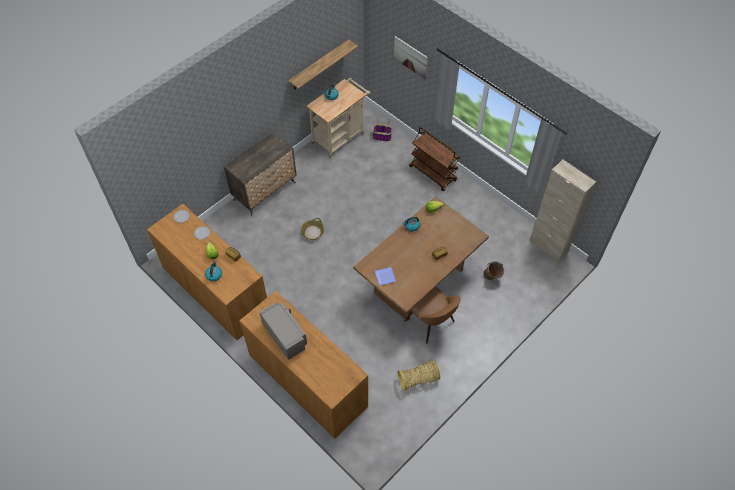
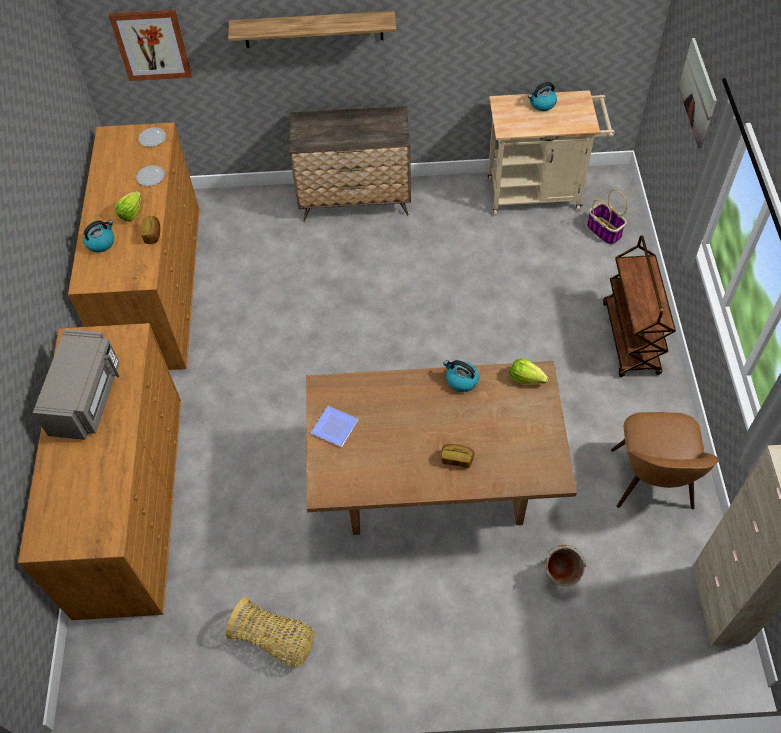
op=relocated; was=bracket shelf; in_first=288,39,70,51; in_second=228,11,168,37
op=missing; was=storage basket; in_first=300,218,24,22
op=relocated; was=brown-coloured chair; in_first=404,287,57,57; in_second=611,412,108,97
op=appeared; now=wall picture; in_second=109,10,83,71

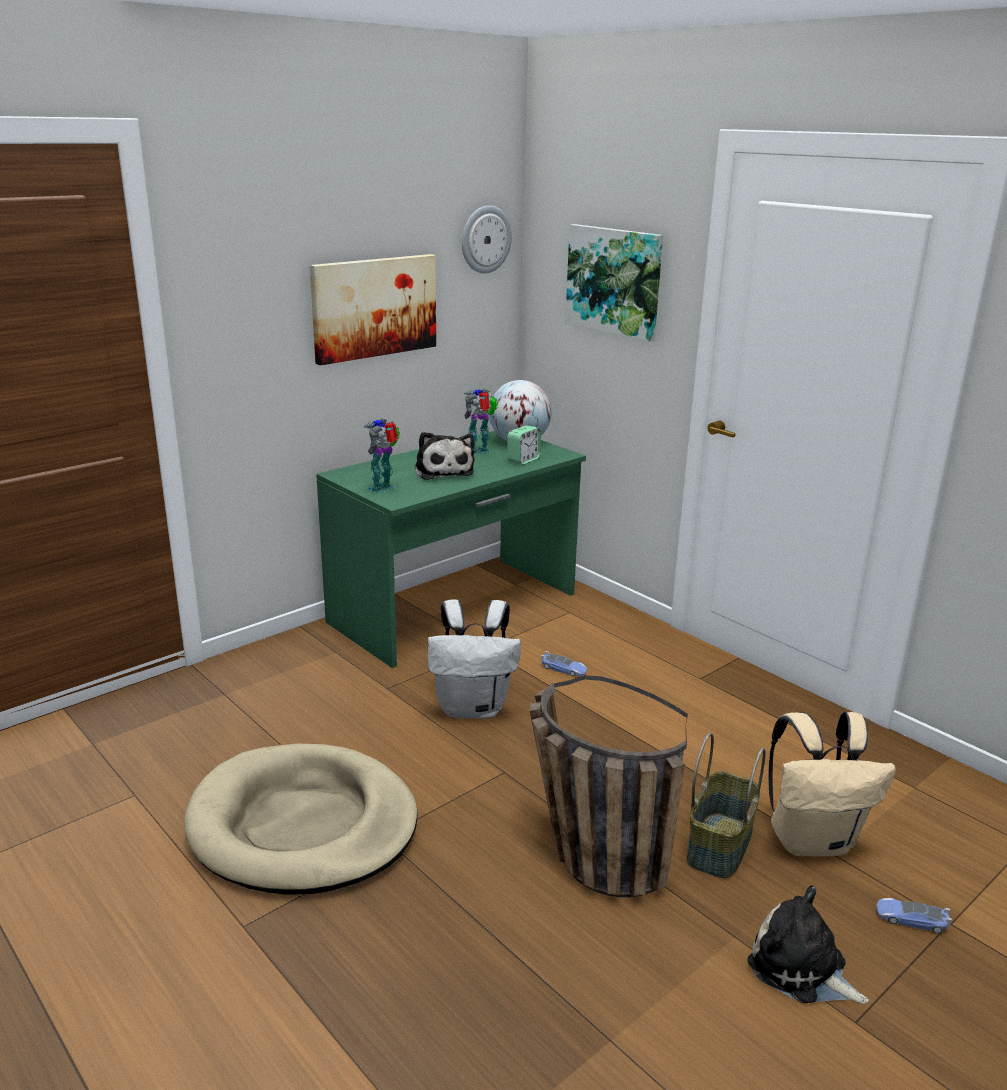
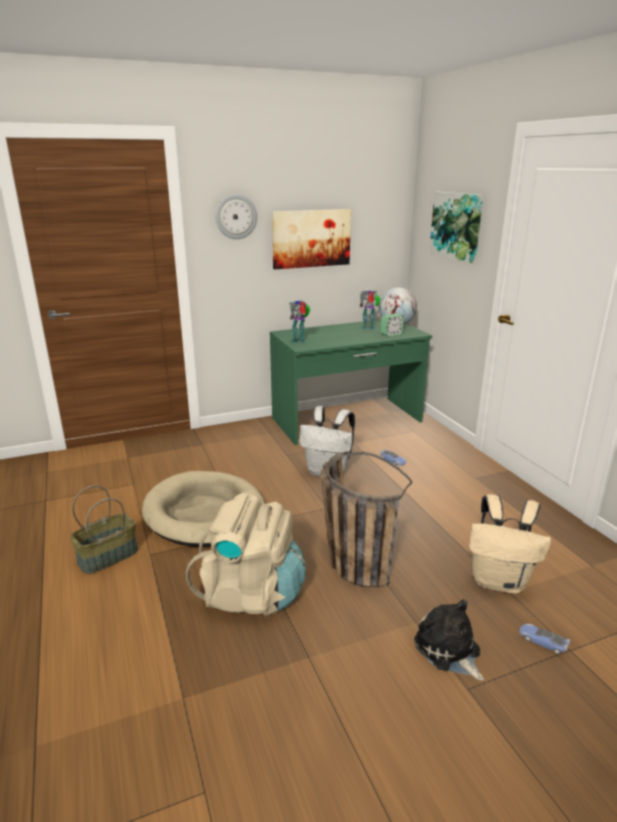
op=relocated; was=hanging clock; in_first=462,205,50,68; in_second=215,194,42,45
op=missing; was=cuddly toy; in_first=415,432,59,48
op=relocated; was=storage basket; in_first=687,733,79,145; in_second=70,485,68,89
op=appeared; now=beige knapsack; in_second=186,492,120,124

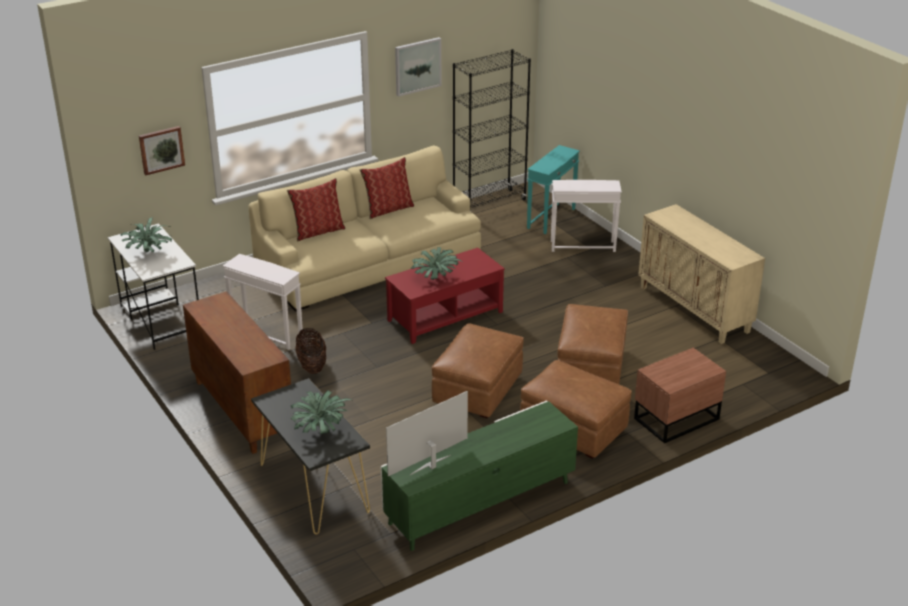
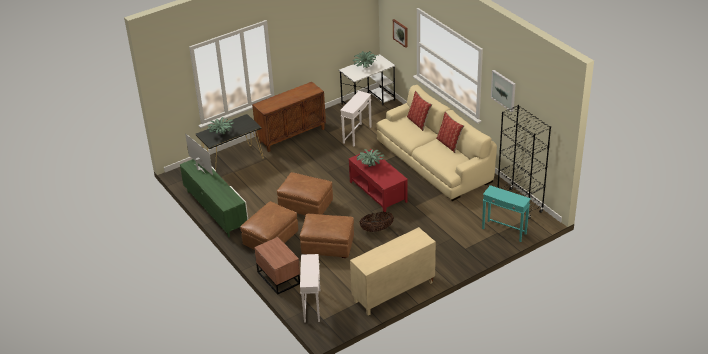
op=relocated; was=white-coloured end table; in_first=551,180,71,72; in_second=300,254,20,69
op=relocated; was=storage basket; in_first=296,328,30,46; in_second=359,211,35,21

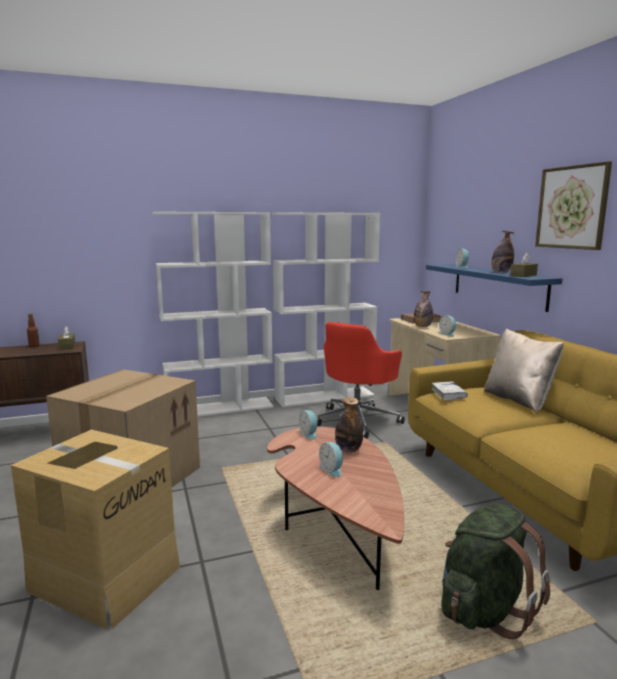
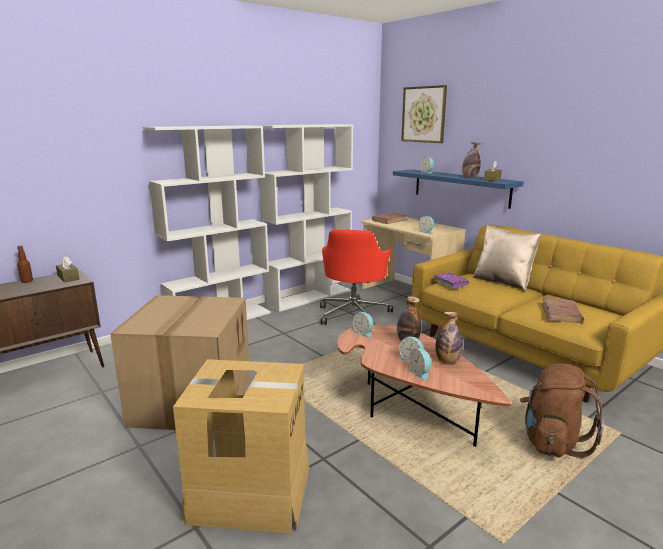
op=relocated; was=wall picture; in_first=535,161,77,89; in_second=401,85,46,58
op=relocated; was=beverage bottle; in_first=414,291,19,36; in_second=435,312,28,52
op=colour; was=white-coloured bound book; now=purple-coloured bound book; in_first=431,381,37,19; in_second=434,272,35,17
op=colour; was=greenish knapsack; now=brown-coloured knapsack; in_first=441,504,109,135; in_second=520,363,84,95
op=appeared; now=brown-coloured bound book; in_second=542,298,42,25
op=appeared; now=alarm clock; in_second=409,348,23,32

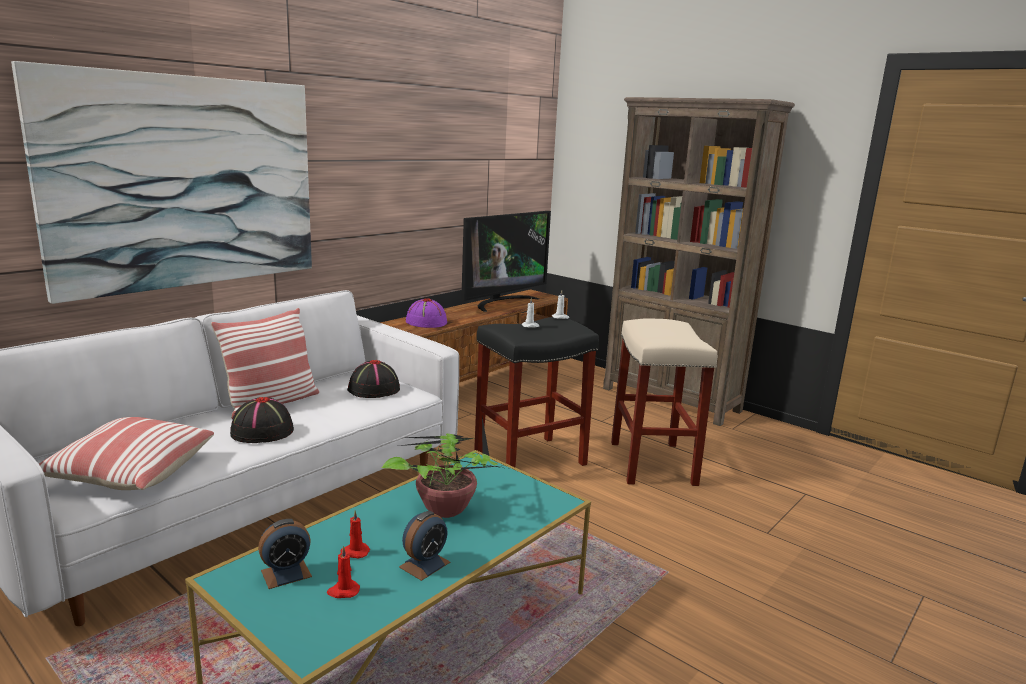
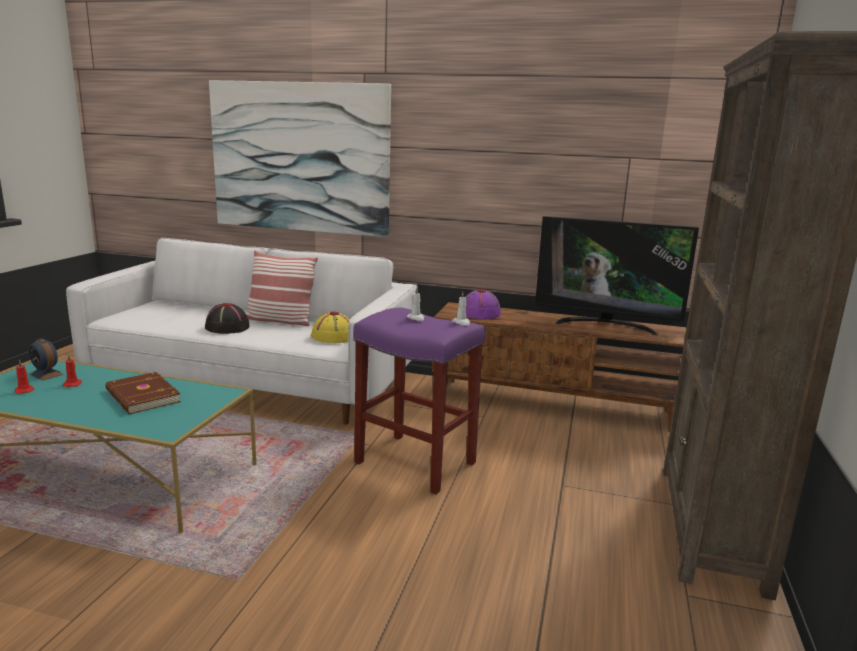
op=colour; was=black stool seat; now=purple-coloured stool seat; in_first=474,317,125,150; in_second=353,307,133,188
op=missing; was=beige stool seat; in_first=611,318,106,168
op=colour; was=black hat; now=yellowish hat; in_first=347,360,53,38; in_second=311,312,39,31
op=missing; was=pillow; in_first=39,417,175,73
op=exchanged; was=potted plant; now=brown-coloured bound book; in_first=382,417,126,101; in_second=105,372,76,42
op=missing; was=alarm clock; in_first=399,511,51,70

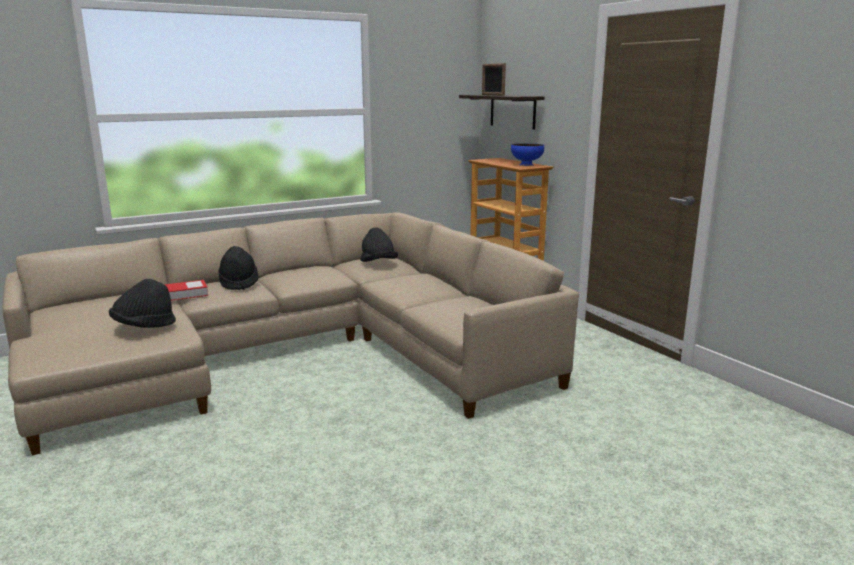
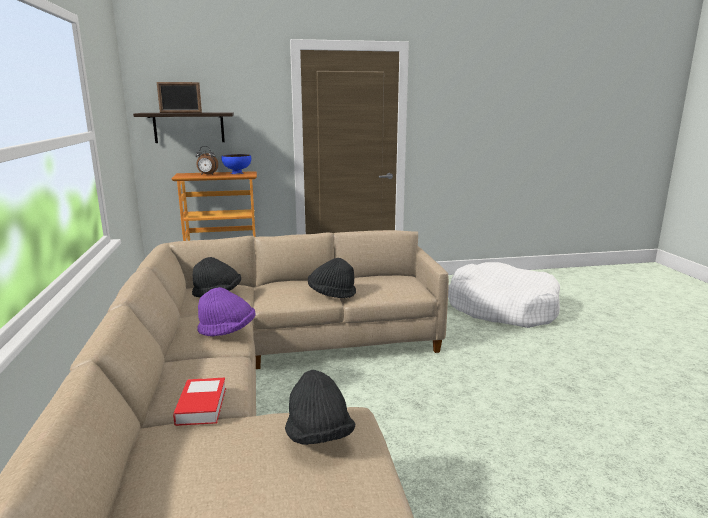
op=relocated; was=black hat; in_first=218,246,41,44; in_second=308,258,48,40
op=appeared; now=alarm clock; in_second=196,146,22,29
op=appeared; now=white-coloured dog bed; in_second=448,262,112,66
op=appeared; now=purple-coloured hat; in_second=197,287,59,49

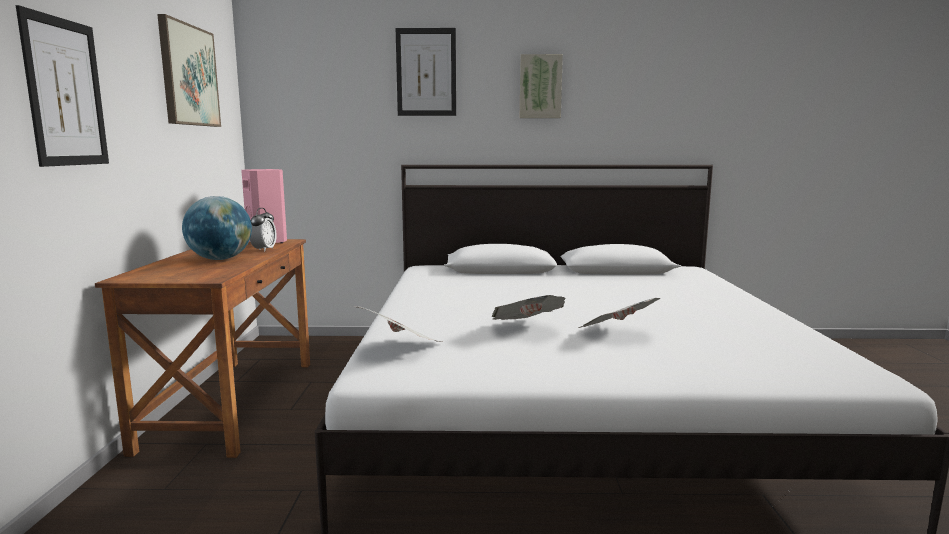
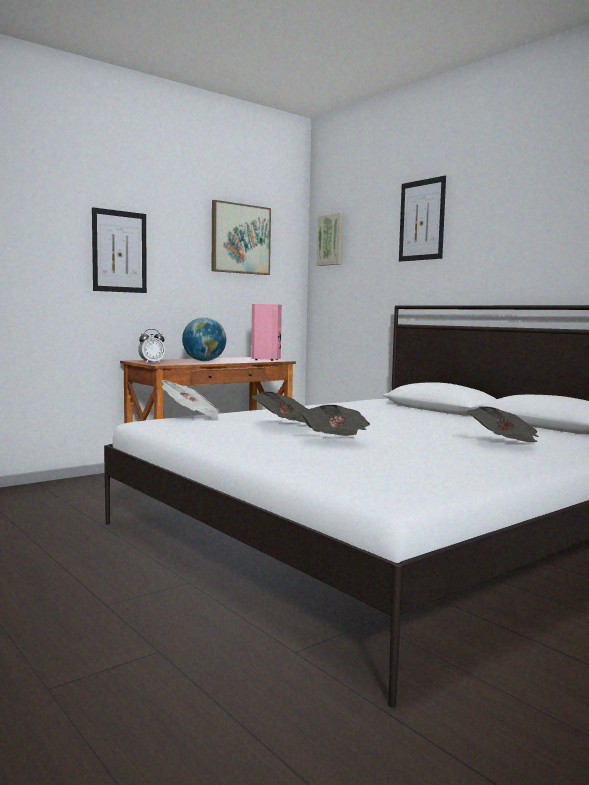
op=relocated; was=wall picture; in_first=520,54,43,64; in_second=317,213,27,53
op=relocated; was=alarm clock; in_first=250,208,27,44; in_second=138,329,27,35
op=appeared; now=printed paper; in_second=467,406,72,36

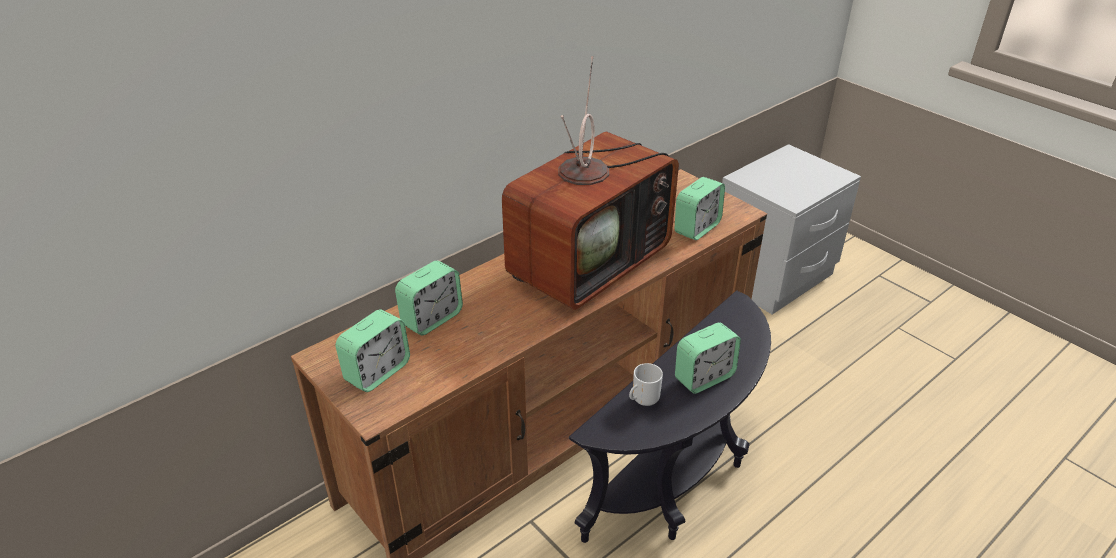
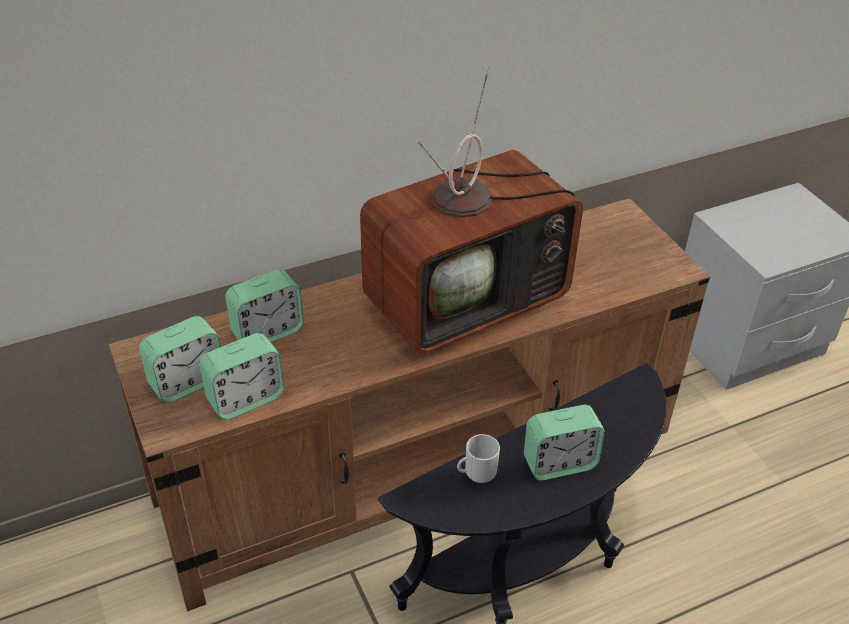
op=relocated; was=alarm clock; in_first=674,177,51,63; in_second=199,333,86,87

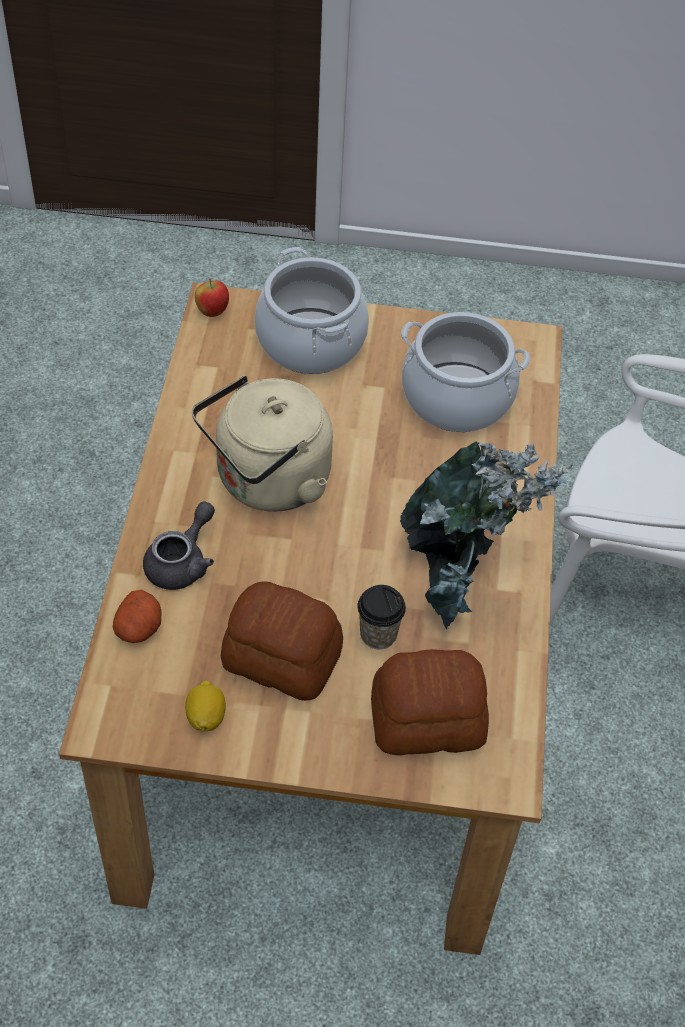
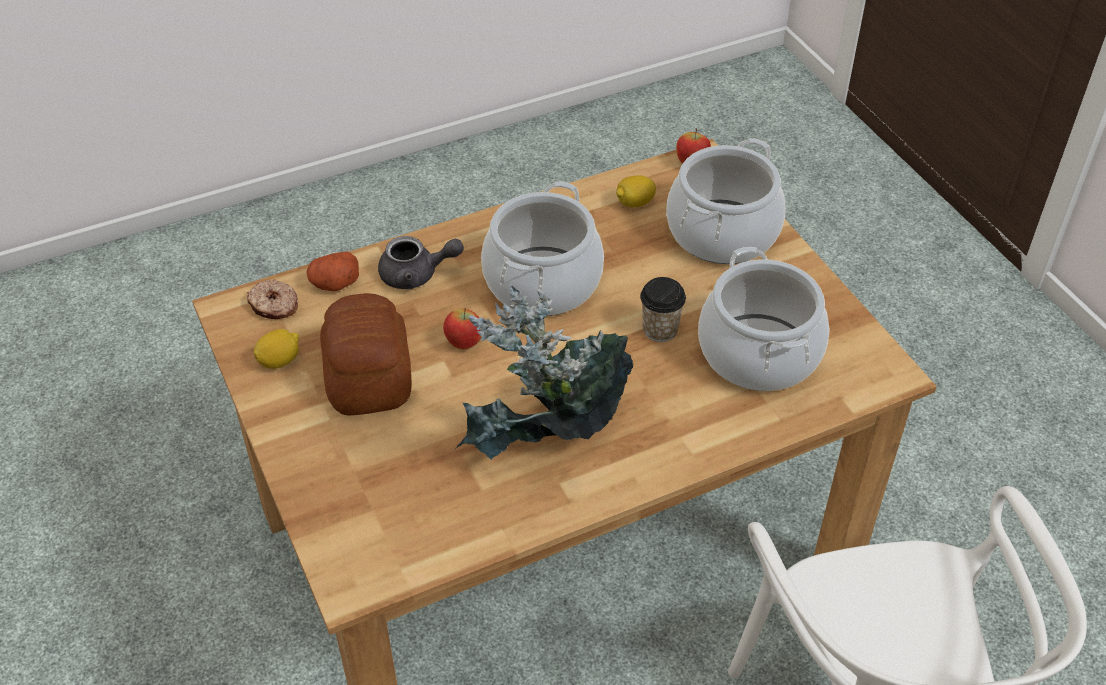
op=exchanged; was=beige tea kettle; now=stockpot; in_first=192,375,141,137; in_second=481,182,123,134
op=relocated; was=drinking cup; in_first=357,585,49,65; in_second=640,277,46,65
op=missing; was=bread; in_first=371,649,118,106
op=appeared; now=whole lemon; in_second=616,175,40,32
op=appeared; now=doughnut; in_second=247,279,51,40
op=appeared; now=whole apple; in_second=443,308,39,42

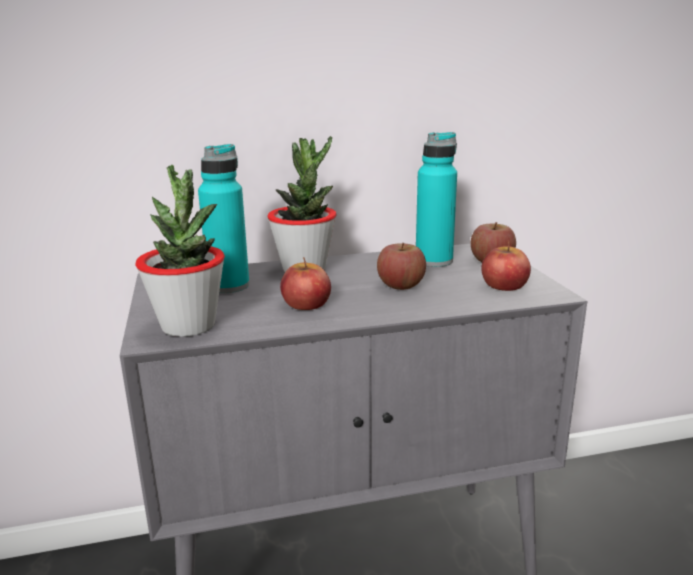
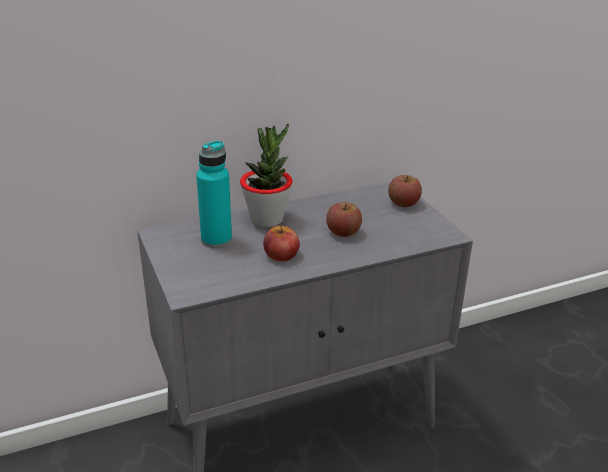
op=missing; was=turquoise beverage bottle; in_first=416,132,41,135
op=missing; was=potted plant; in_first=135,165,90,172
op=missing; was=whole apple; in_first=481,241,50,50

